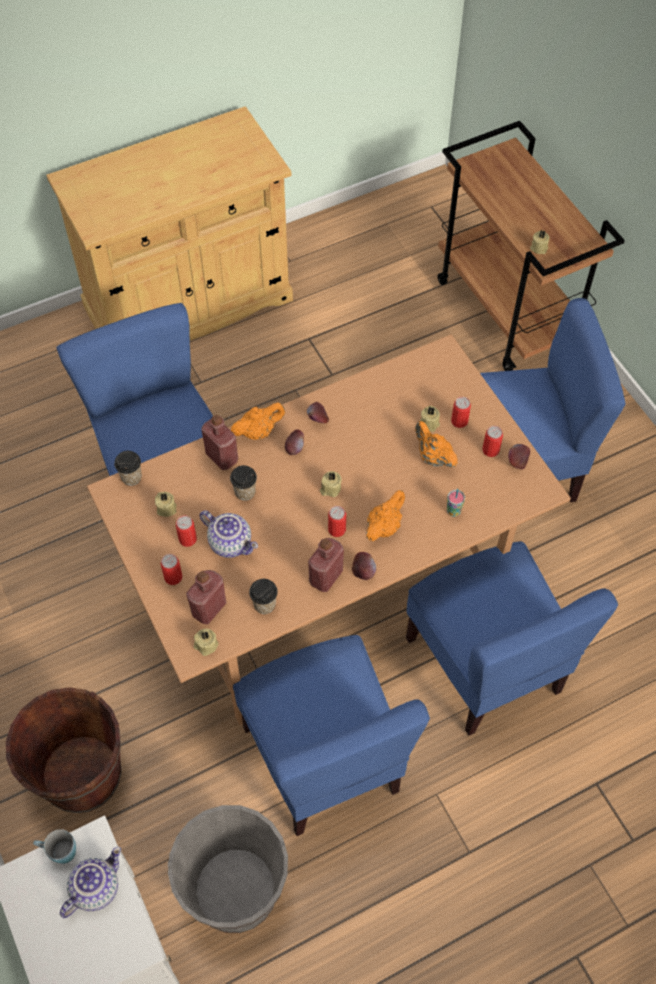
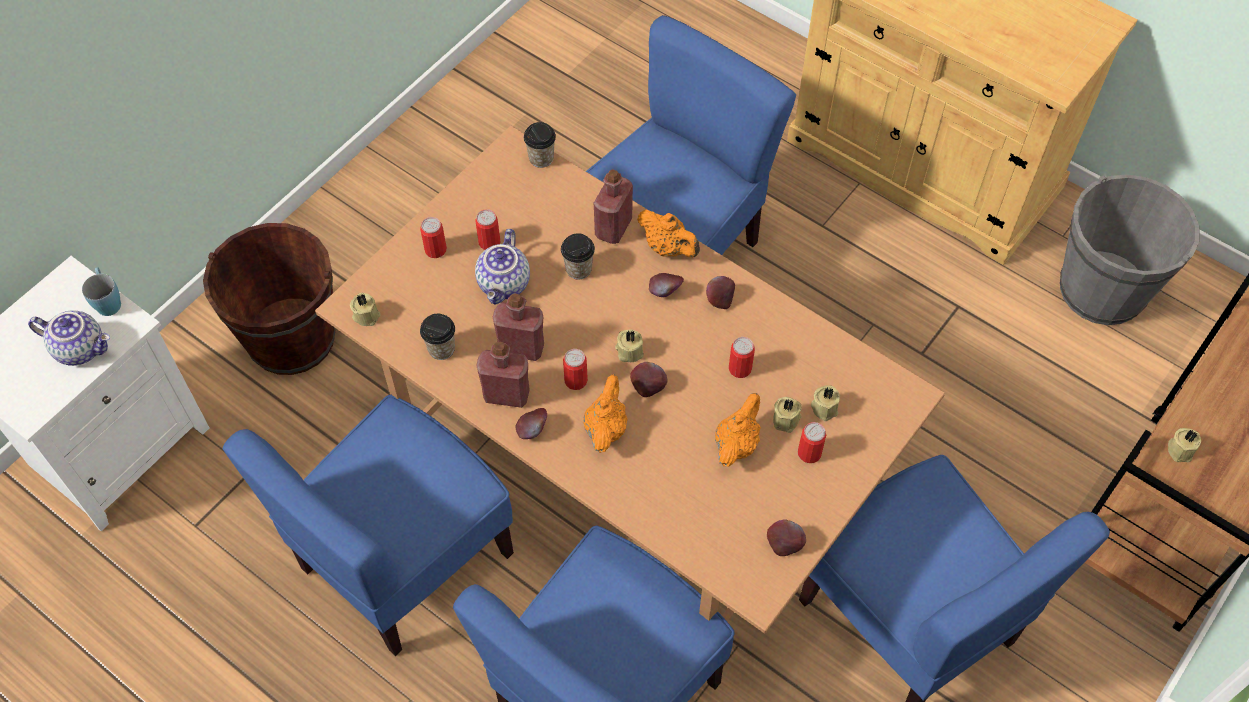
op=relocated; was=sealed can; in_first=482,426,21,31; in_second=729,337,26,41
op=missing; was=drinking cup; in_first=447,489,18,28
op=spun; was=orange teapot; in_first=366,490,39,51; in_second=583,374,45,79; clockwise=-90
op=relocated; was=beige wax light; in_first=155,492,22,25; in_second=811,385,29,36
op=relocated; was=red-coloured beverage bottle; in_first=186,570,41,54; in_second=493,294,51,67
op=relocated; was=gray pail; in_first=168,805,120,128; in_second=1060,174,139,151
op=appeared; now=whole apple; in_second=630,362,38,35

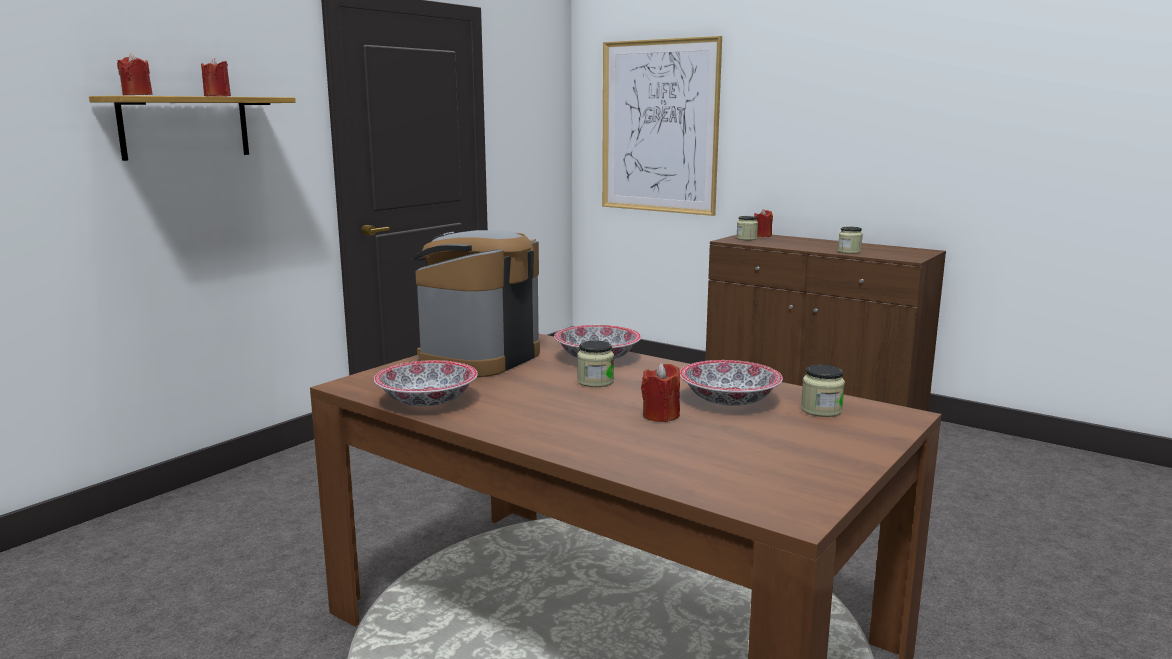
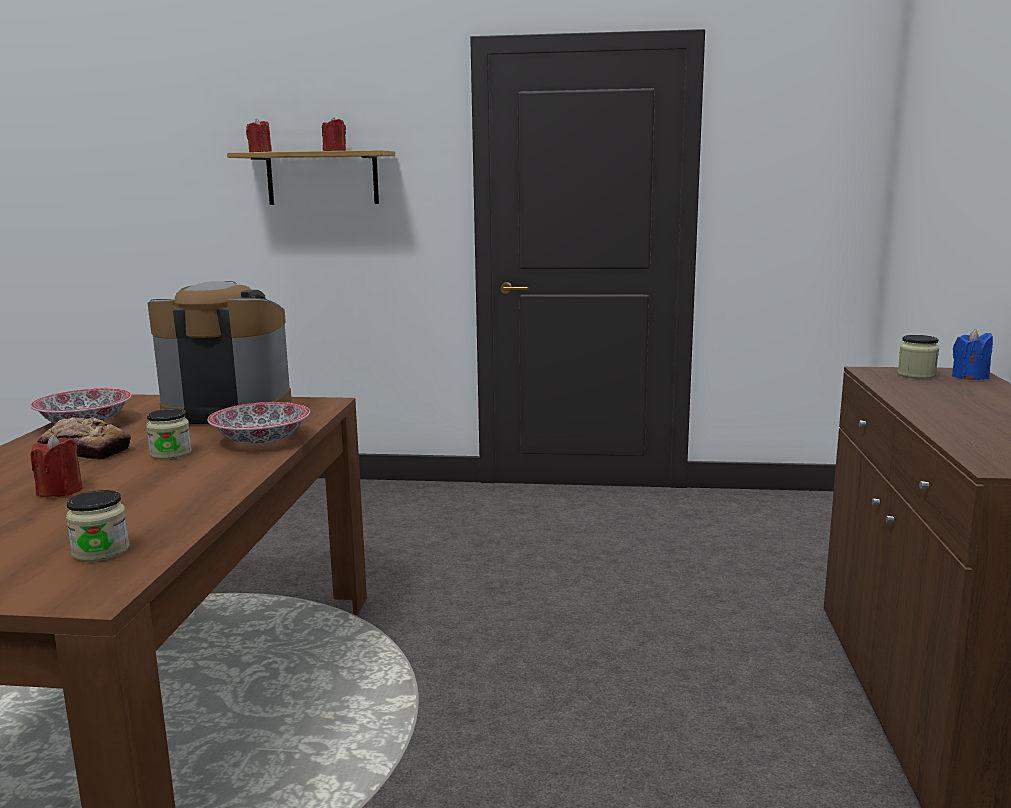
op=missing; was=wall picture; in_first=602,36,120,180
op=colour; was=red-coloured wax light; now=blue wax light; in_first=754,209,19,28; in_second=952,329,41,51
op=missing; was=jar; in_first=838,227,25,27
op=missing; was=bowl; in_first=680,360,103,46
op=appeared; now=bread; in_second=37,417,94,43

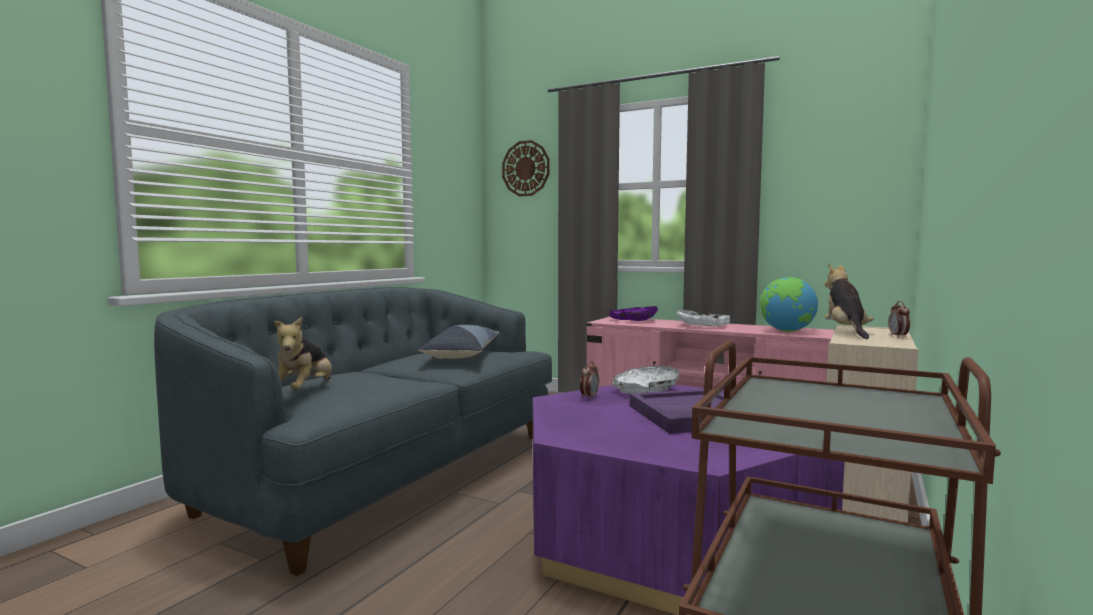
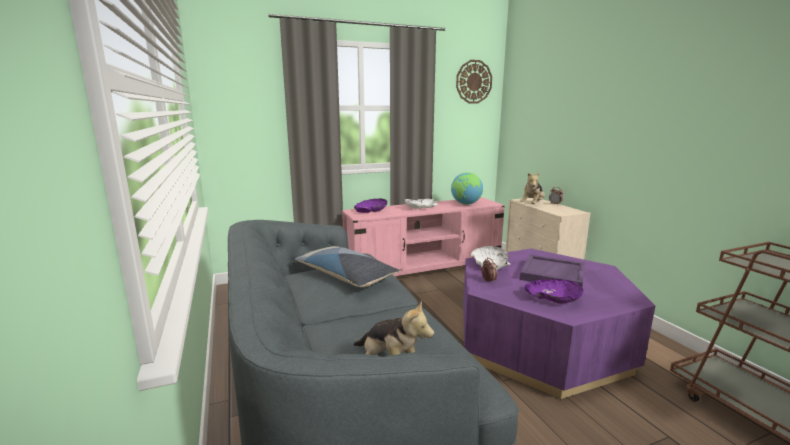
op=relocated; was=hanging clock; in_first=502,140,48,56; in_second=456,60,36,43
op=spun; was=cuddly toy; in_first=824,264,50,75; in_second=520,172,25,32; clockwise=-105
op=appeared; now=purple-coloured bowl; in_second=525,279,58,25

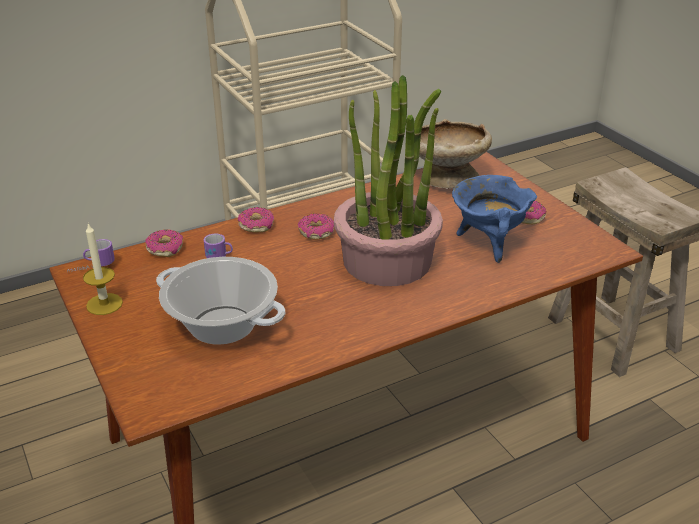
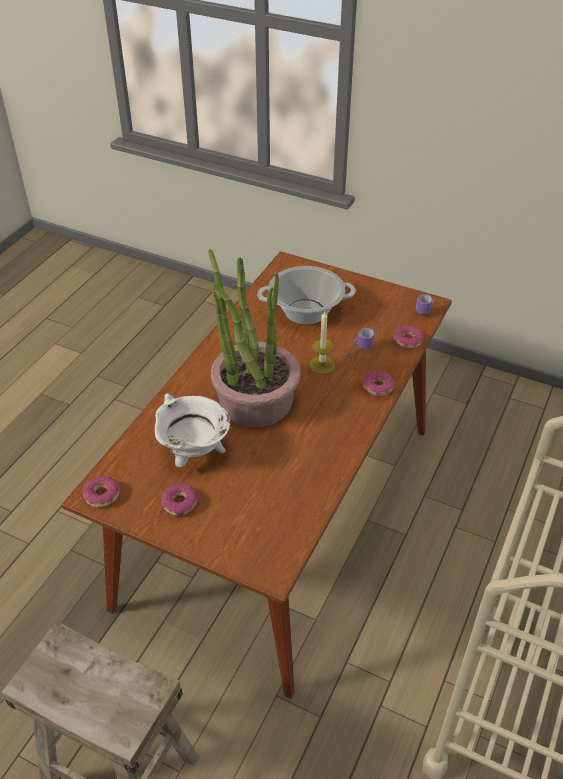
op=missing; was=beige bowl; in_first=419,119,73,70
op=colour; was=blue stockpot; now=white-coloured stockpot; in_first=452,175,85,88; in_second=155,393,75,74
op=relocated; was=doughnut; in_first=298,214,36,26; in_second=82,476,38,31
op=relocated; was=wax light; in_first=83,223,40,92; in_second=309,311,26,63

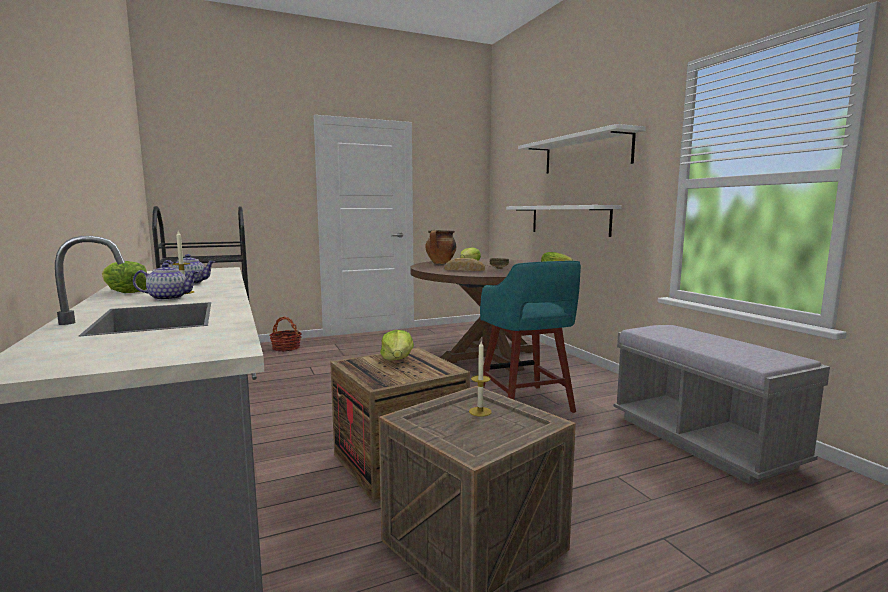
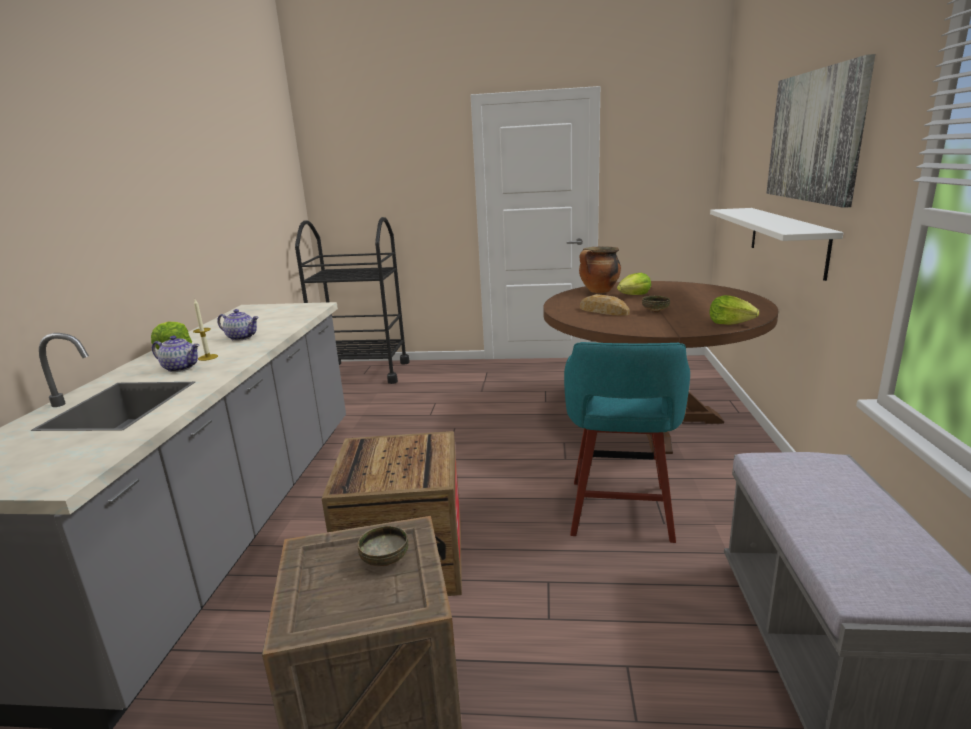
op=exchanged; was=white-coloured bracket shelf; now=wall picture; in_first=518,124,128,50; in_second=766,54,109,154
op=missing; was=storage basket; in_first=270,316,32,35
op=missing; was=head of lettuce; in_first=380,330,34,30
op=exchanged; was=wax light; now=bowl; in_first=469,341,23,76; in_second=358,526,50,40

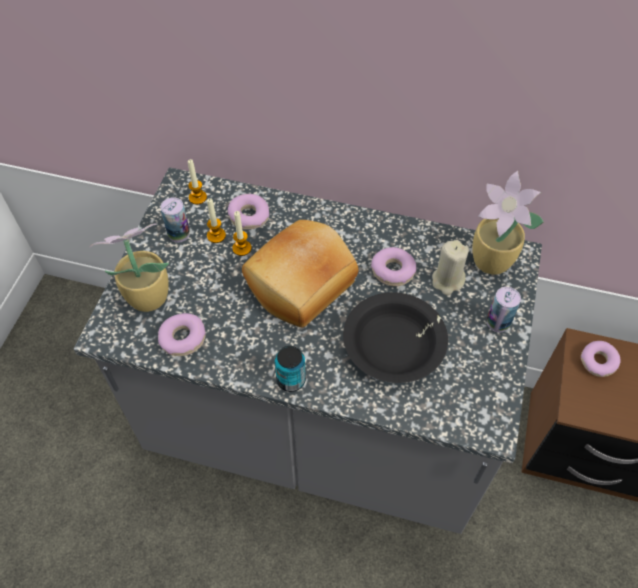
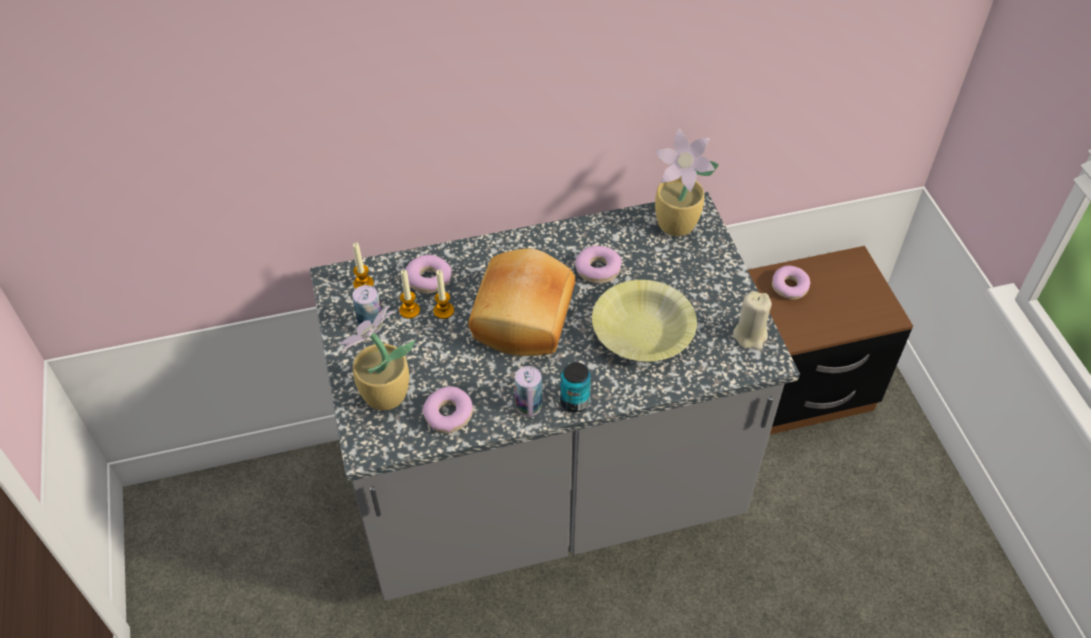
op=relocated; was=beige wax light; in_first=432,240,37,56; in_second=733,291,39,59
op=relocated; was=sealed can; in_first=487,287,34,46; in_second=515,366,27,51
op=colour; was=black bowl; now=yellowish bowl; in_first=343,292,105,91; in_second=592,280,105,81

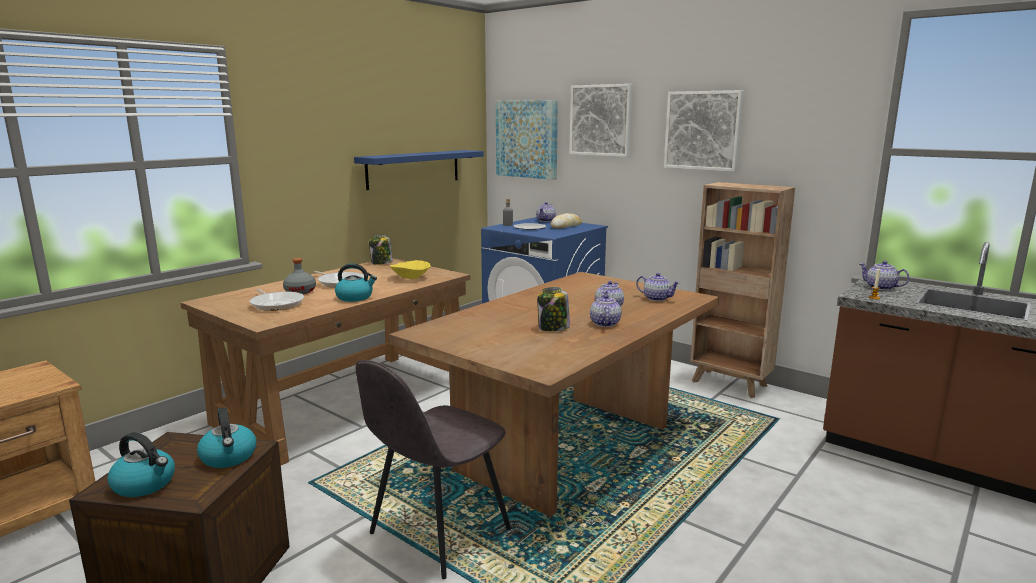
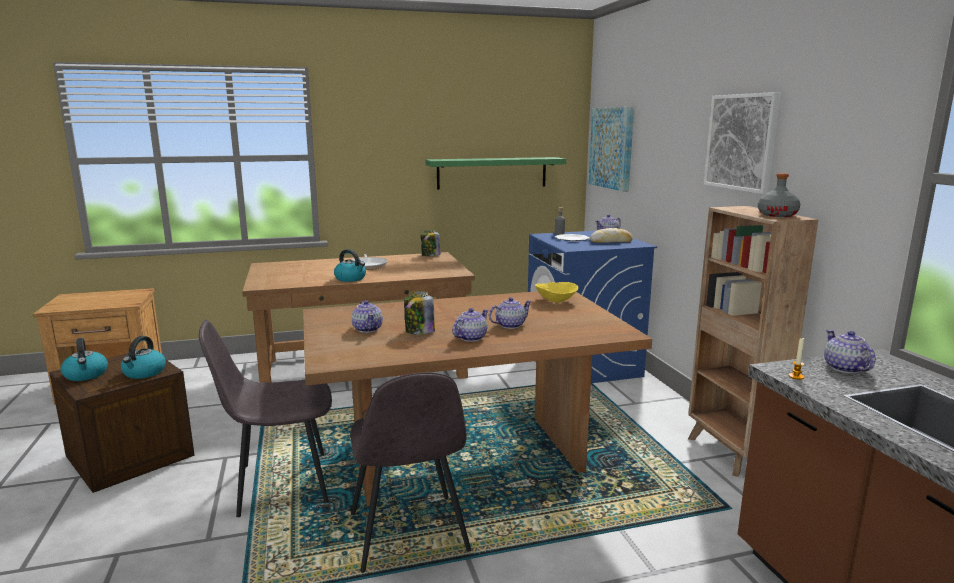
op=missing; was=wall picture; in_first=569,84,64,73
op=colour; was=blue bracket shelf; now=greenish bracket shelf; in_first=354,150,130,40; in_second=426,157,140,33
op=relocated; was=gray beverage bottle; in_first=283,258,33,36; in_second=758,173,42,44
op=relocated; was=yellowish bowl; in_first=390,260,41,19; in_second=535,282,44,21
op=relocated; was=teapot; in_first=636,273,44,28; in_second=351,300,32,33
op=missing; was=frying pan; in_first=250,289,54,22
op=appeared; now=gray chair; in_second=351,372,120,201

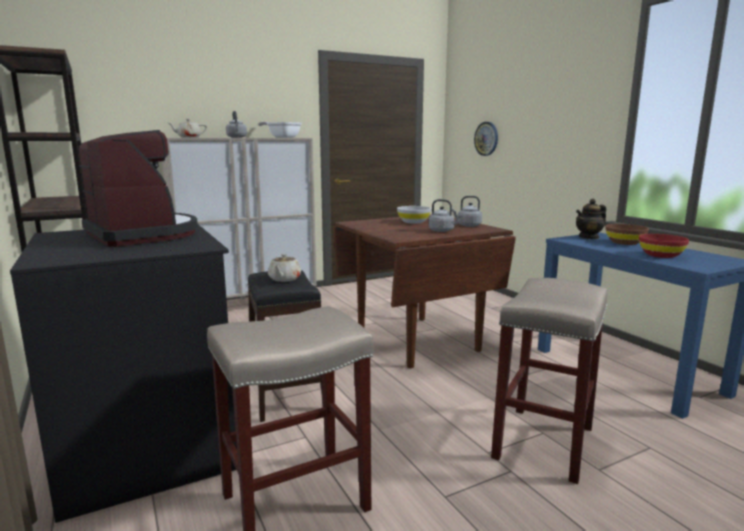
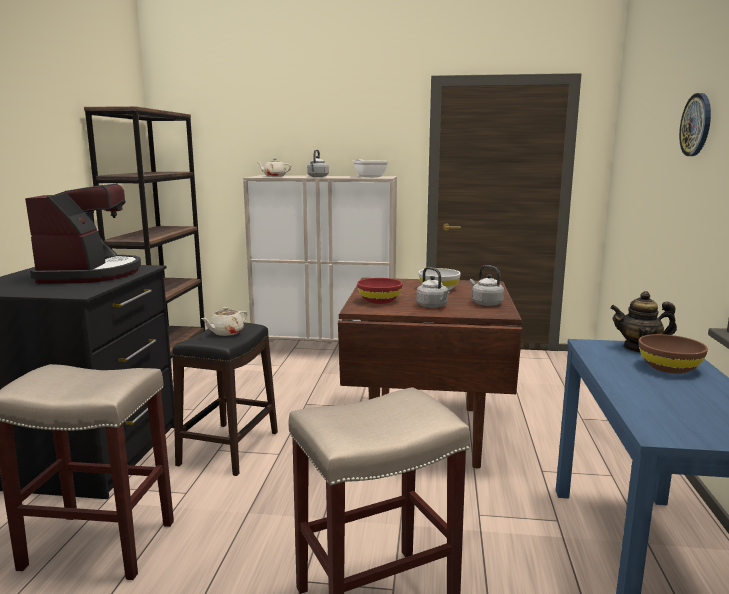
op=relocated; was=hanging clock; in_first=474,122,24,34; in_second=679,93,32,63
op=relocated; was=red-coloured bowl; in_first=639,234,50,24; in_second=357,278,46,26

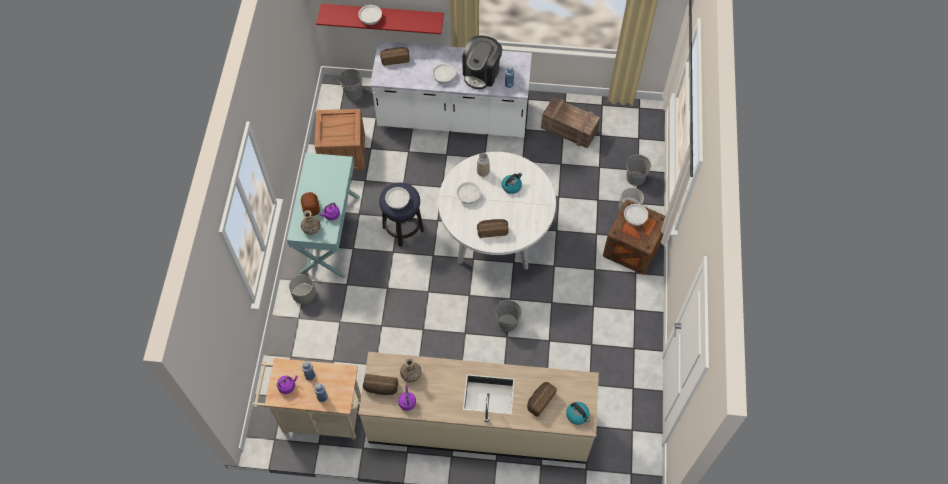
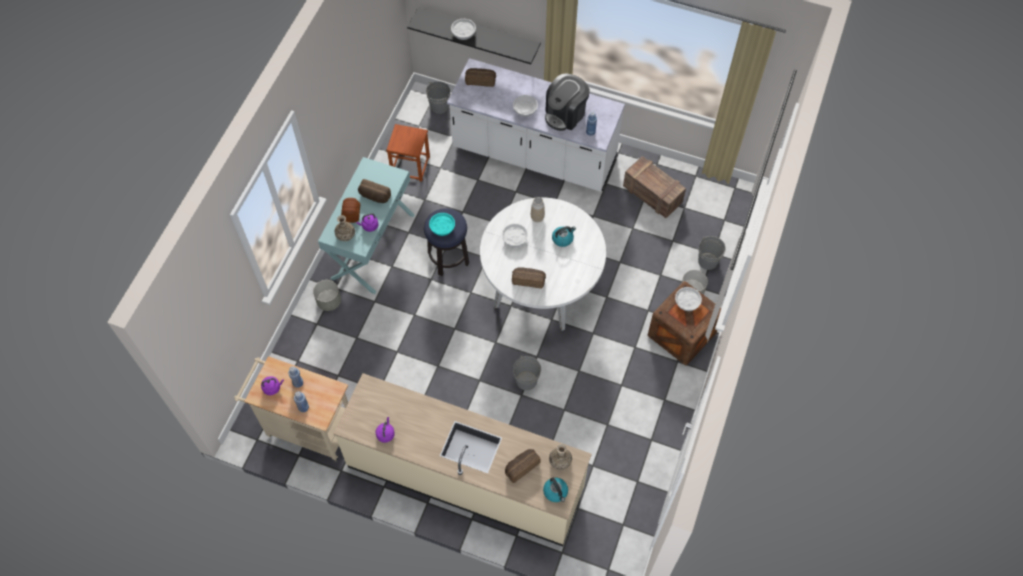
op=colour; was=red-coloured bracket shelf; now=black bracket shelf; in_first=316,4,128,30; in_second=407,7,134,57
op=exchanged; was=shipping crate; now=brown-coloured stool seat; in_first=315,109,50,61; in_second=386,124,44,58
op=colour; was=white-coloured bowl; now=turquoise bowl; in_first=385,187,25,22; in_second=429,213,26,23
op=relocated; was=decorative vase; in_first=400,358,21,24; in_second=549,444,23,26
op=relocated; was=bread; in_first=363,374,35,21; in_second=358,179,33,24

